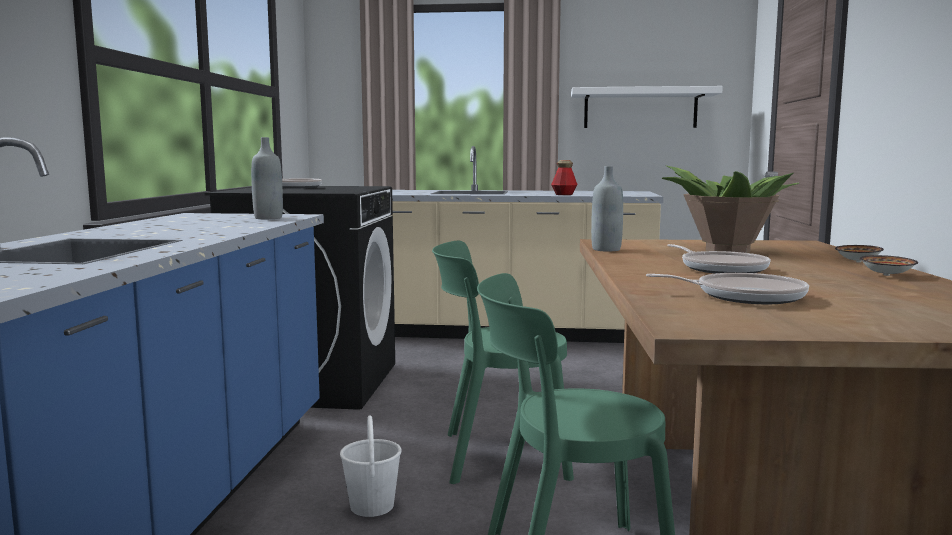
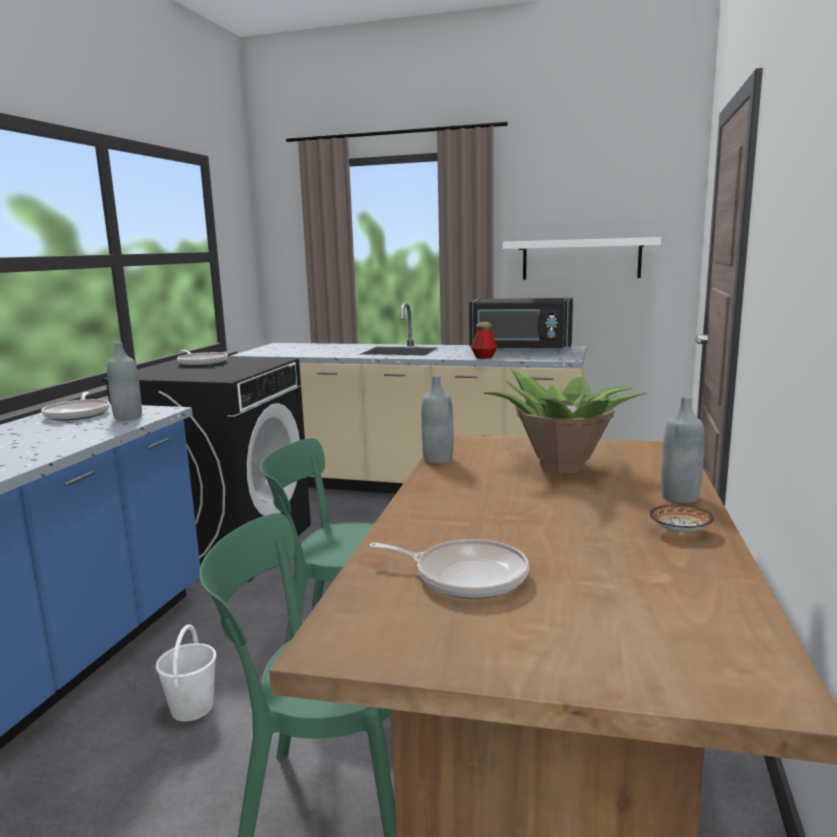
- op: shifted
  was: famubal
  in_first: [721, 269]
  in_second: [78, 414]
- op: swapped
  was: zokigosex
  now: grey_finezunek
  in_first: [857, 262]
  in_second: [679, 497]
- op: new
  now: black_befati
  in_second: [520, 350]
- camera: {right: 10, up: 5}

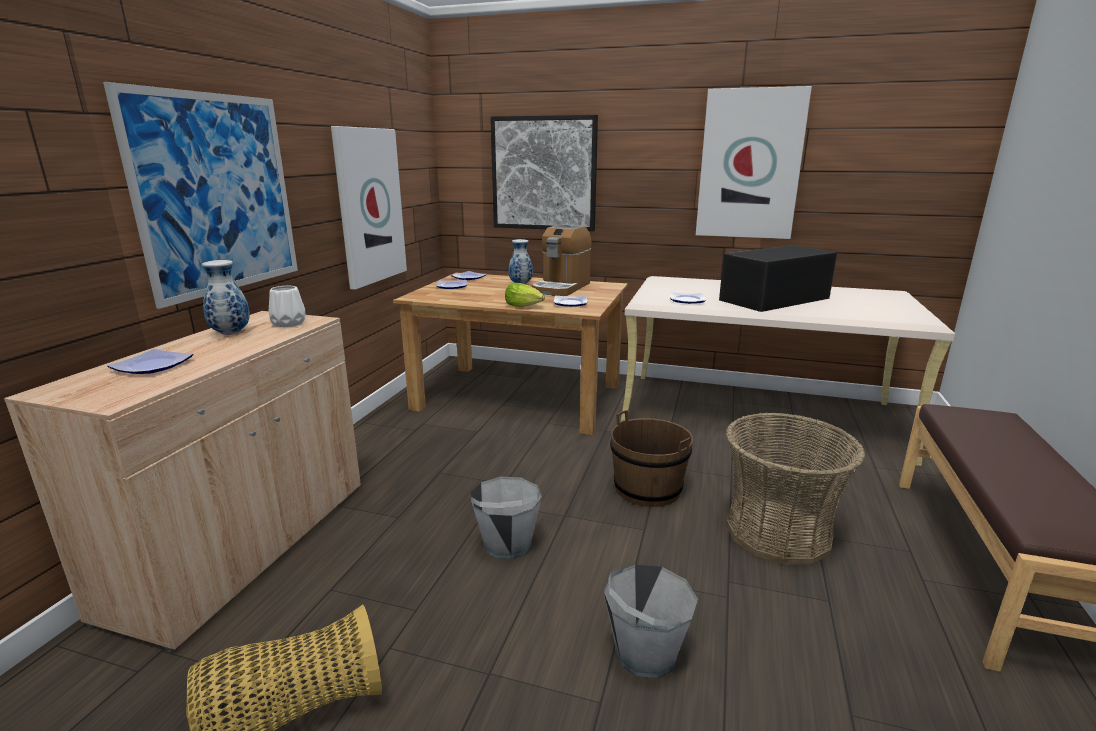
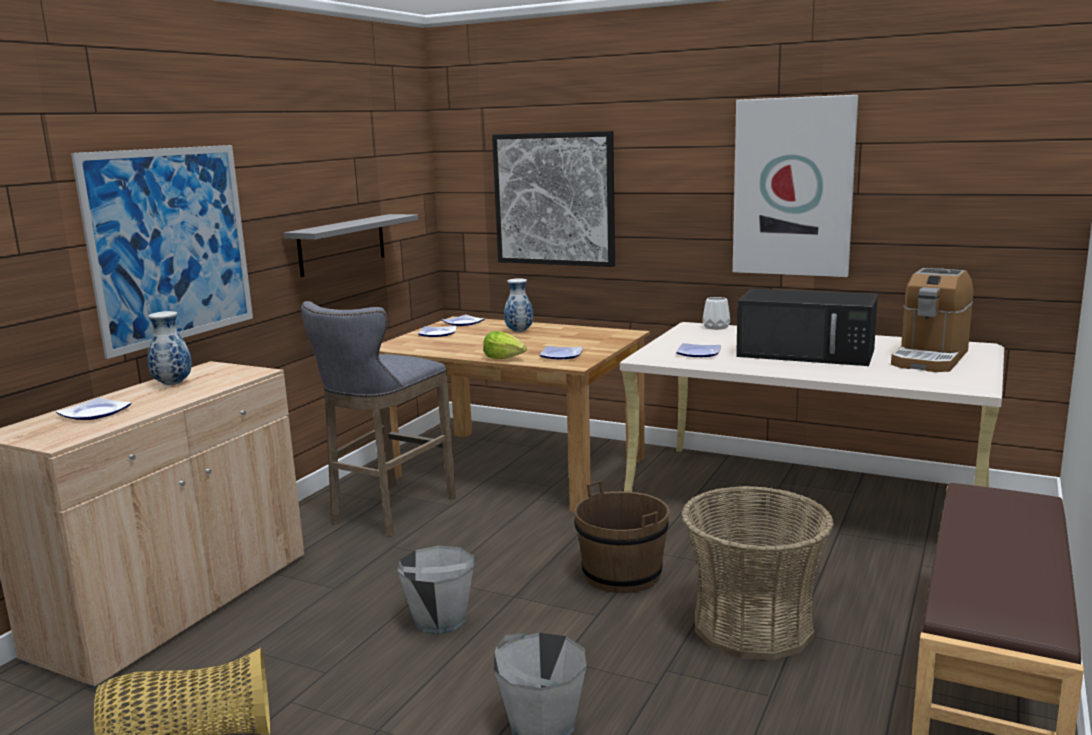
- op: shifted
  was: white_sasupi
  in_first: [288, 323]
  in_second: [715, 327]
- op: swapped
  was: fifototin
  now: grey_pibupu
  in_first: [369, 206]
  in_second: [342, 244]
- op: shifted
  was: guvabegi
  in_first: [561, 288]
  in_second: [930, 358]
- op: rotated
  was: black_befati
  in_first: [773, 299]
  in_second: [807, 353]
  clockwise: -135
- op: new
  now: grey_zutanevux
  in_second: [389, 512]
- camera: {right: 10, up: -5}

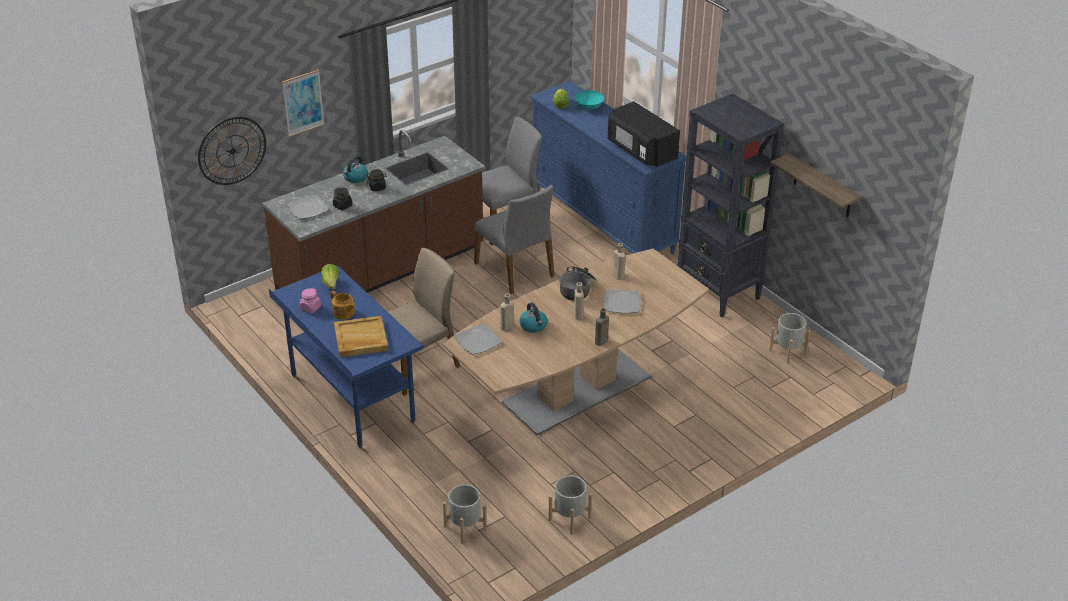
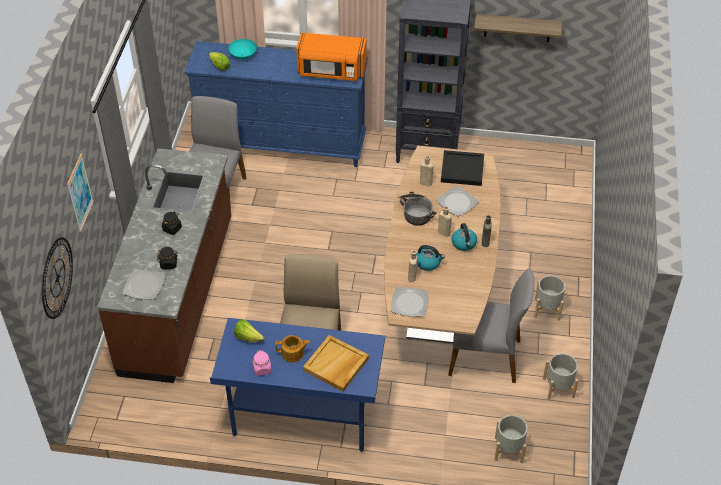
- op: shifted
  was: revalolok
  in_first: [355, 178]
  in_second: [464, 243]
- op: shifted
  was: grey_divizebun
  in_first: [515, 269]
  in_second: [486, 356]
- op: repainted
  was: black_befati
  now: orange_befati
  in_first: [641, 151]
  in_second: [331, 71]
- op: shifted
  was: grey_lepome
  in_first: [788, 352]
  in_second: [547, 309]
- op: new
  now: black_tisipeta
  in_second: [462, 169]
- camera: {right: -45, up: 10}

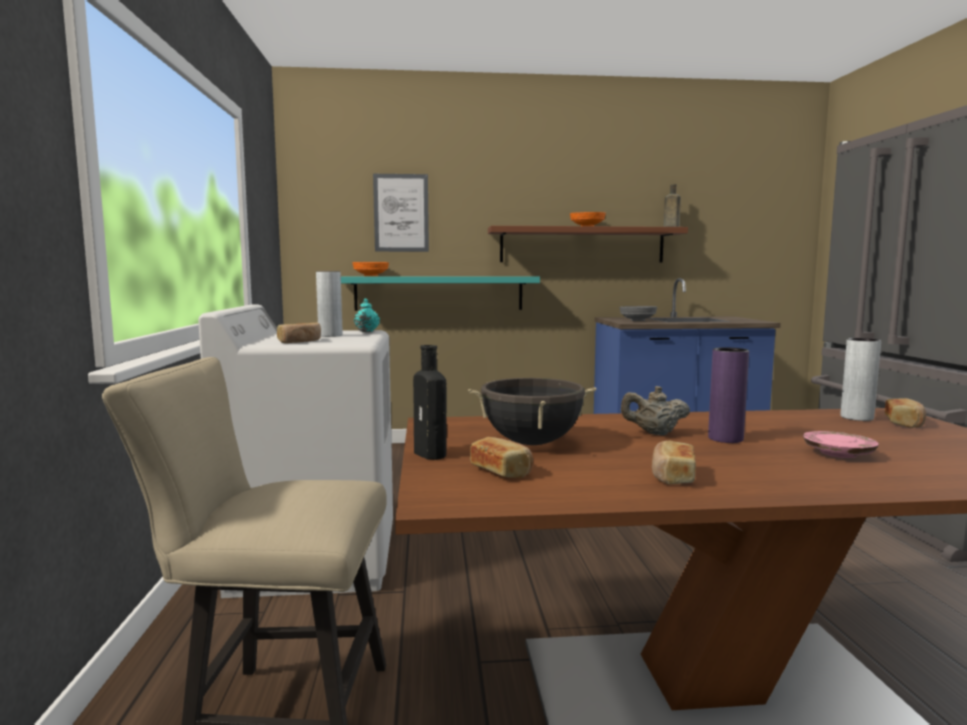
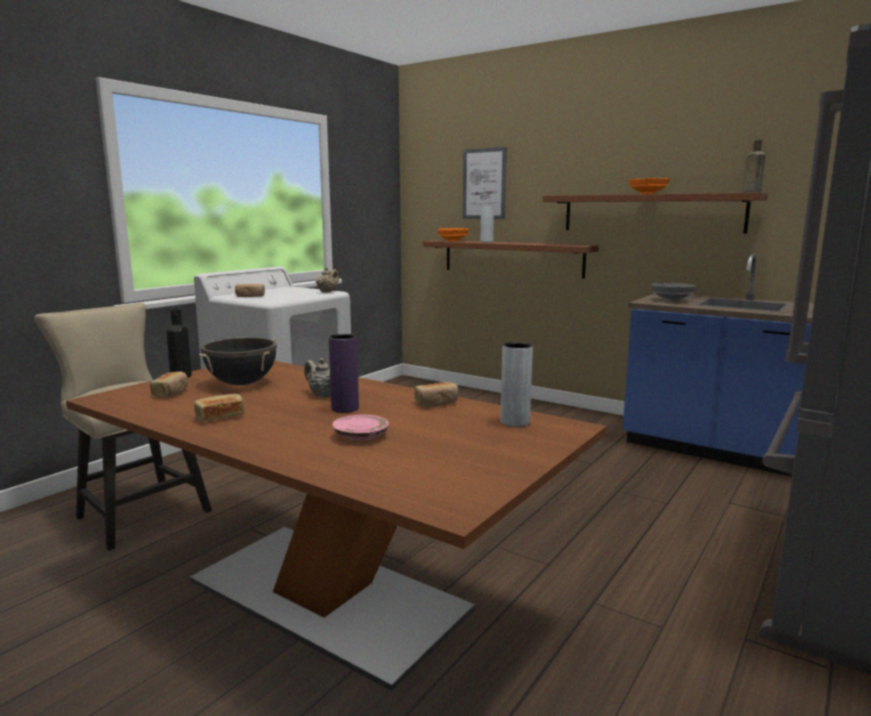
- op: shifted
  was: grey_sasupi
  in_first: [330, 335]
  in_second: [486, 242]
- op: repainted
  was: turquoise_pibupu
  now: brown_pibupu
  in_first: [439, 293]
  in_second: [511, 258]
- op: repainted
  was: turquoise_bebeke
  now: beige_bebeke
  in_first: [367, 331]
  in_second: [327, 292]
- op: shifted
  was: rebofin
  in_first: [904, 423]
  in_second: [436, 403]
- camera: {right: 40, up: 5}

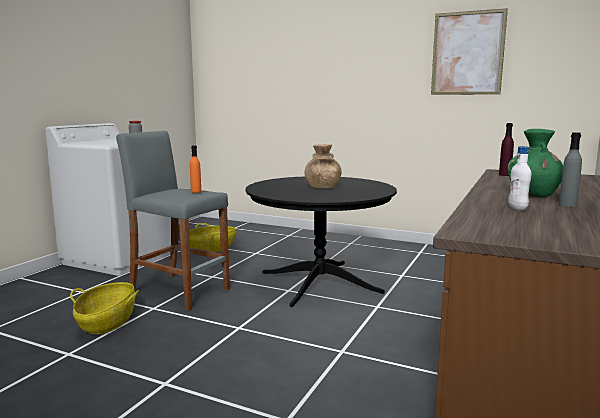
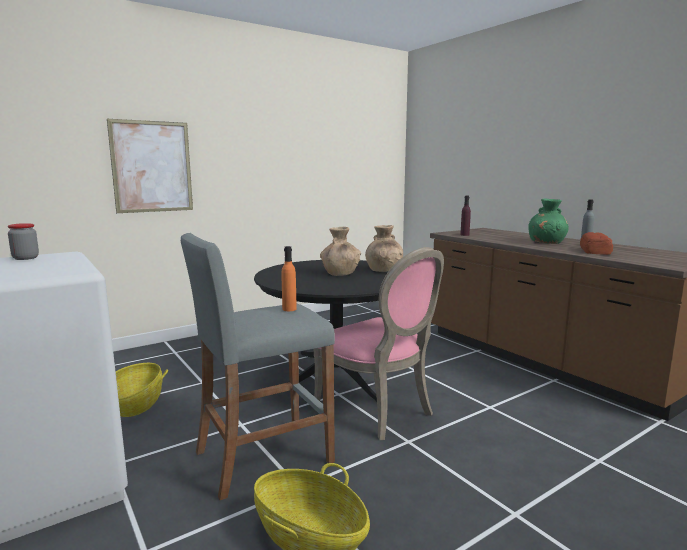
- op: shifted
  was: fifototin
  in_first: [467, 53]
  in_second: [152, 167]
- op: swapped
  was: white_finezunek
  now: rebofin
  in_first: [517, 208]
  in_second: [595, 251]
- op: new
  now: pink_divizebun
  in_second: [379, 411]
- op: new
  now: brown_sasupi
  in_second: [383, 270]
- camera: {right: -60, up: 0}

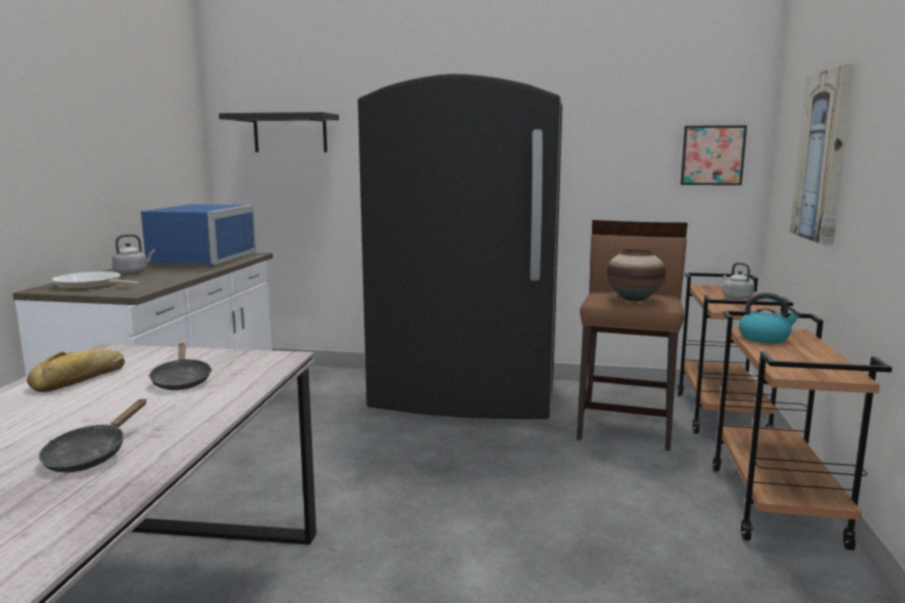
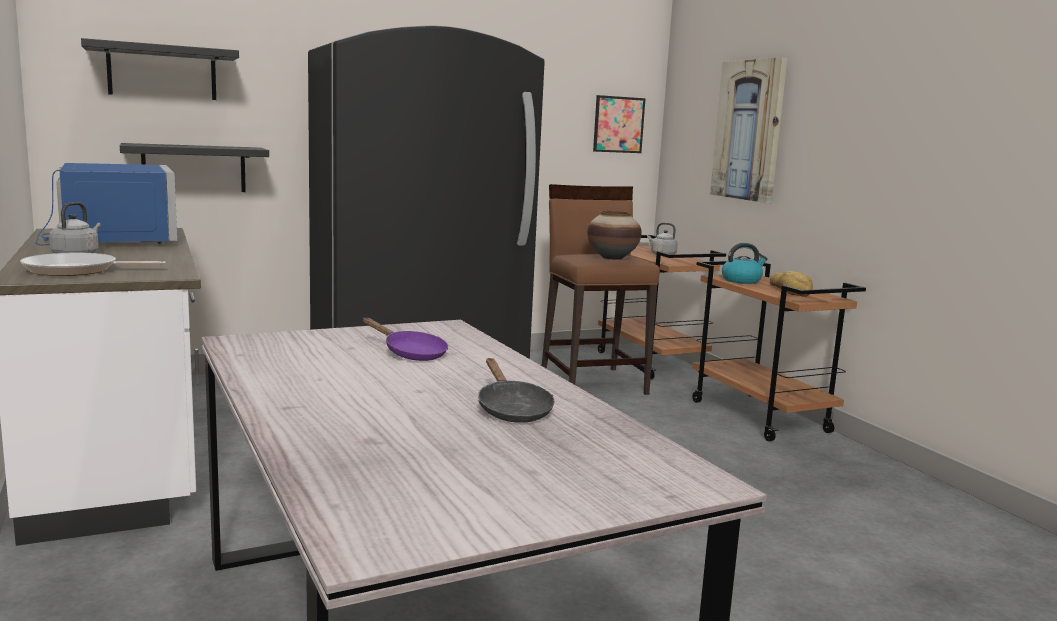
- op: shifted
  was: rebofin
  in_first: [81, 378]
  in_second: [790, 290]
- op: repainted
  was: black_famubal
  now: purple_famubal
  in_first: [181, 380]
  in_second: [410, 353]
- op: new
  now: black_pibupu
  in_second: [194, 168]
- camera: {right: -35, up: 0}

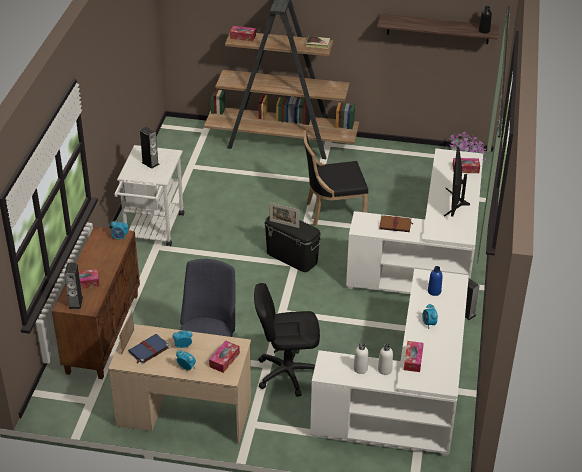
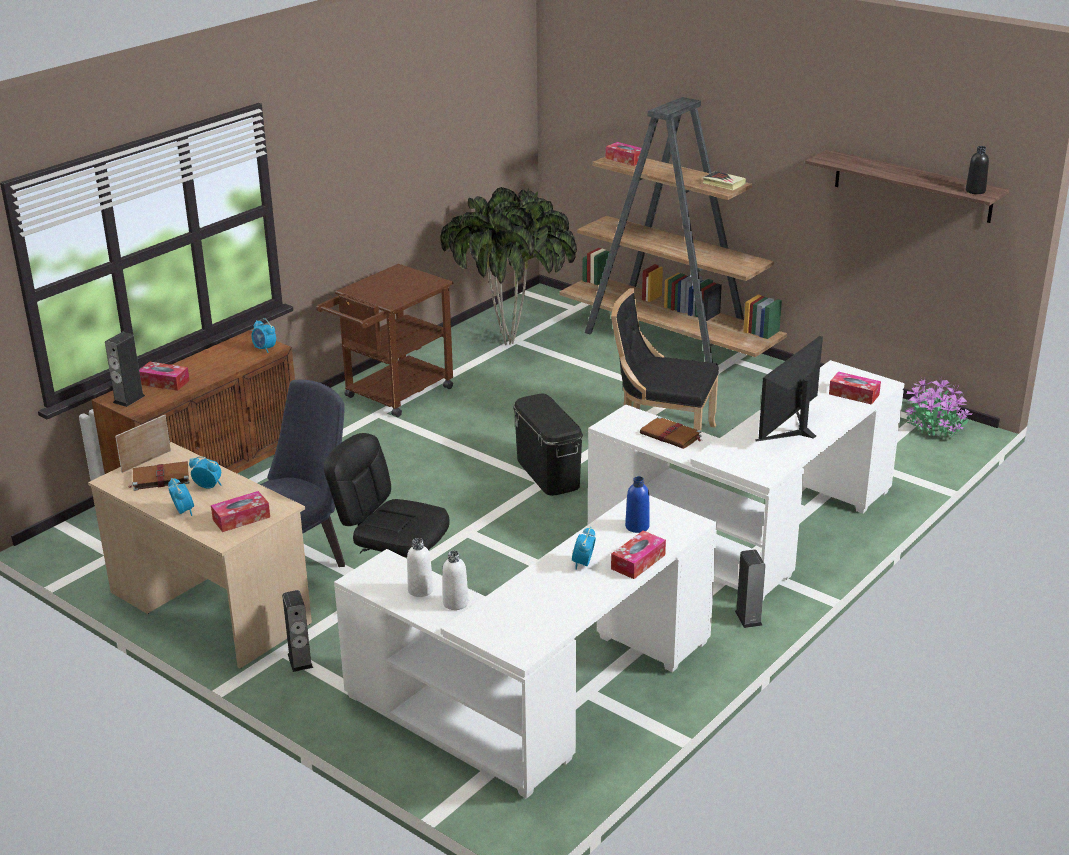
- op: repainted
  was: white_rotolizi
  now: brown_rotolizi
  in_first: [153, 231]
  in_second: [392, 396]
- op: repainted
  was: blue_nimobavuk
  now: brown_nimobavuk
  in_first: [148, 350]
  in_second: [160, 478]
- op: shifted
  was: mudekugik
  in_first: [150, 163]
  in_second: [300, 661]
- op: gone
  was: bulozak
  in_first: [284, 224]
- op: shifted
  was: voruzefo
  in_first: [413, 360]
  in_second: [638, 562]
- op: new
  now: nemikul
  in_second: [510, 343]
- camera: {right: 30, up: -10}

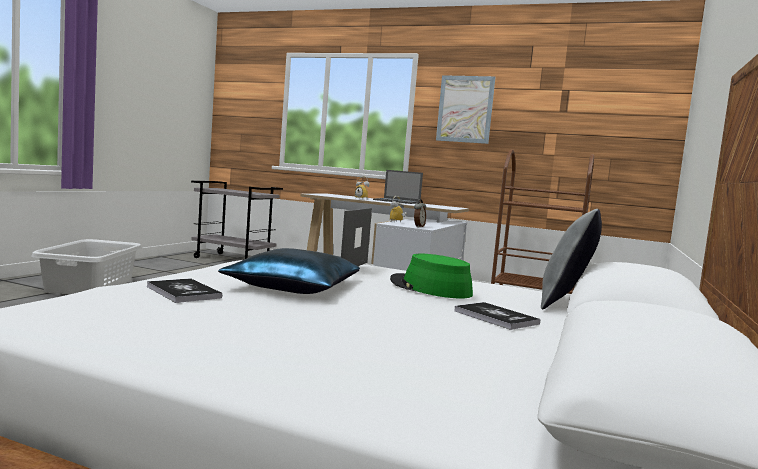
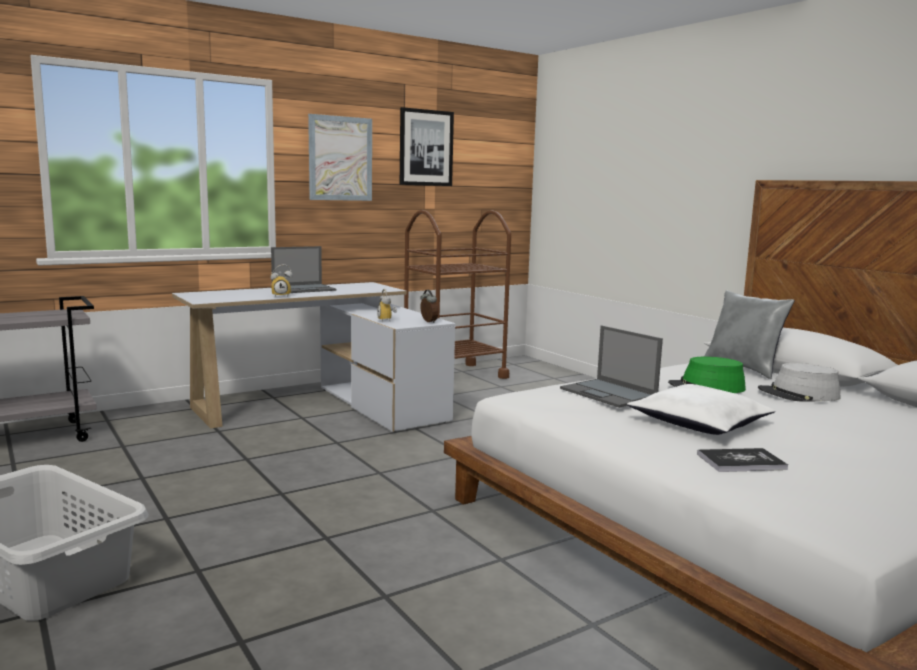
- op: repainted
  was: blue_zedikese
  now: white_zedikese
  in_first: [293, 287]
  in_second: [701, 424]
- op: swapped
  was: nimobavuk
  now: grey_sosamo
  in_first: [496, 317]
  in_second: [798, 394]
- op: new
  now: fifototin
  in_second: [426, 148]
- camera: {right: -55, up: 5}

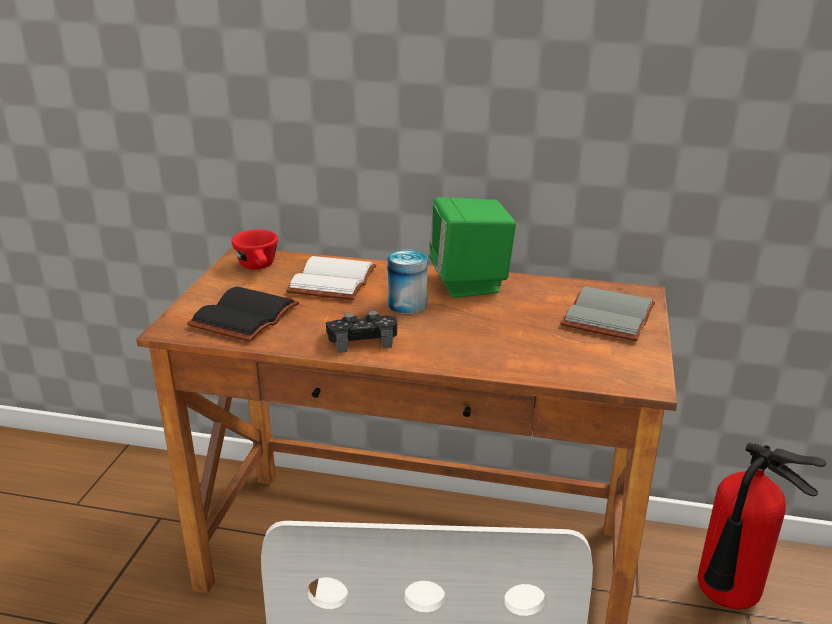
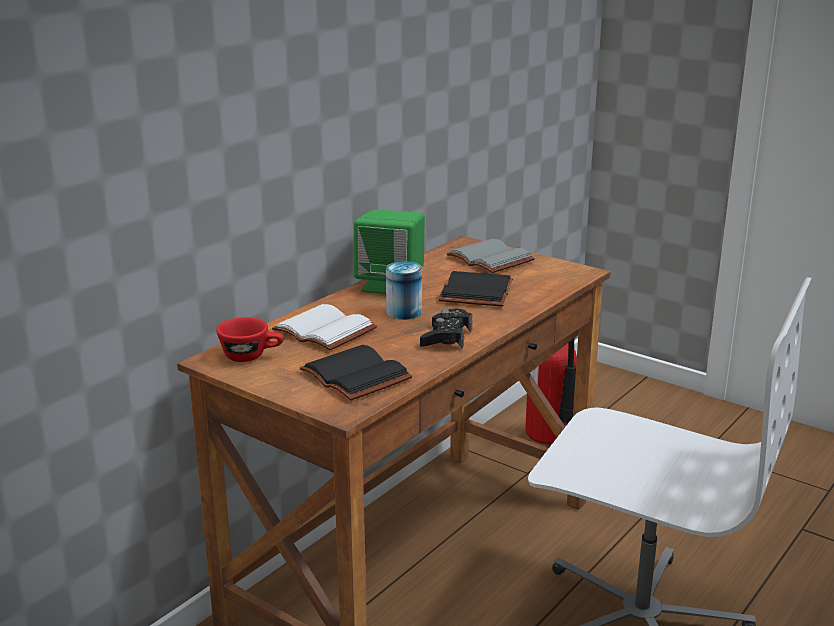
- op: new
  now: black_nimobavuk
  in_second: [478, 293]
- camera: {right: -65, up: -5}

